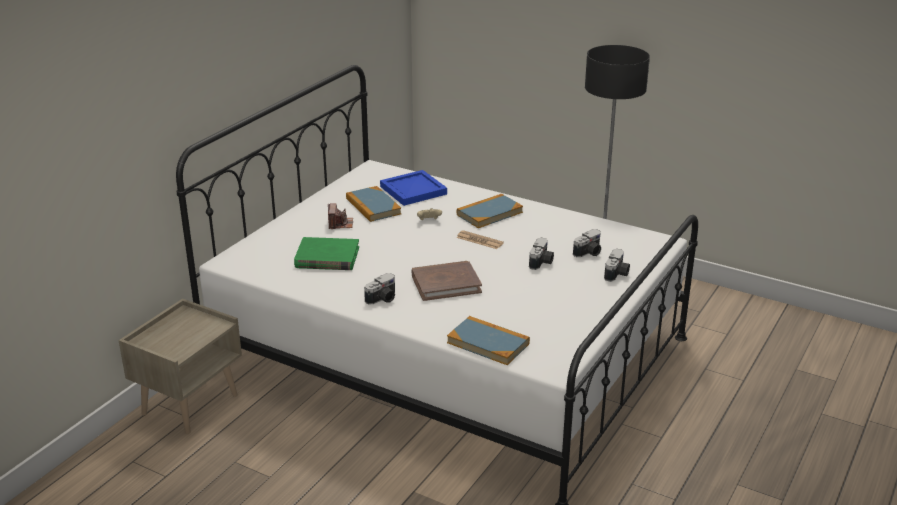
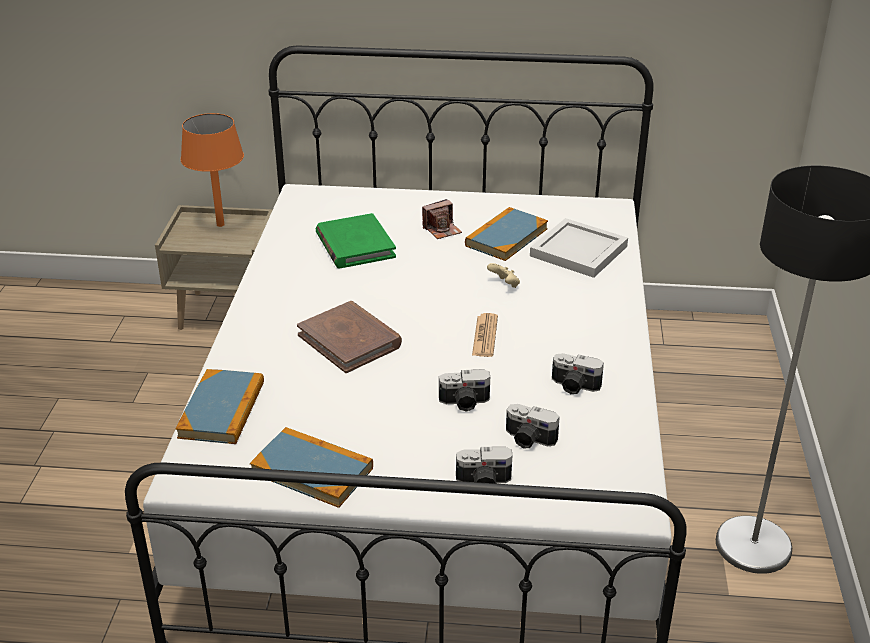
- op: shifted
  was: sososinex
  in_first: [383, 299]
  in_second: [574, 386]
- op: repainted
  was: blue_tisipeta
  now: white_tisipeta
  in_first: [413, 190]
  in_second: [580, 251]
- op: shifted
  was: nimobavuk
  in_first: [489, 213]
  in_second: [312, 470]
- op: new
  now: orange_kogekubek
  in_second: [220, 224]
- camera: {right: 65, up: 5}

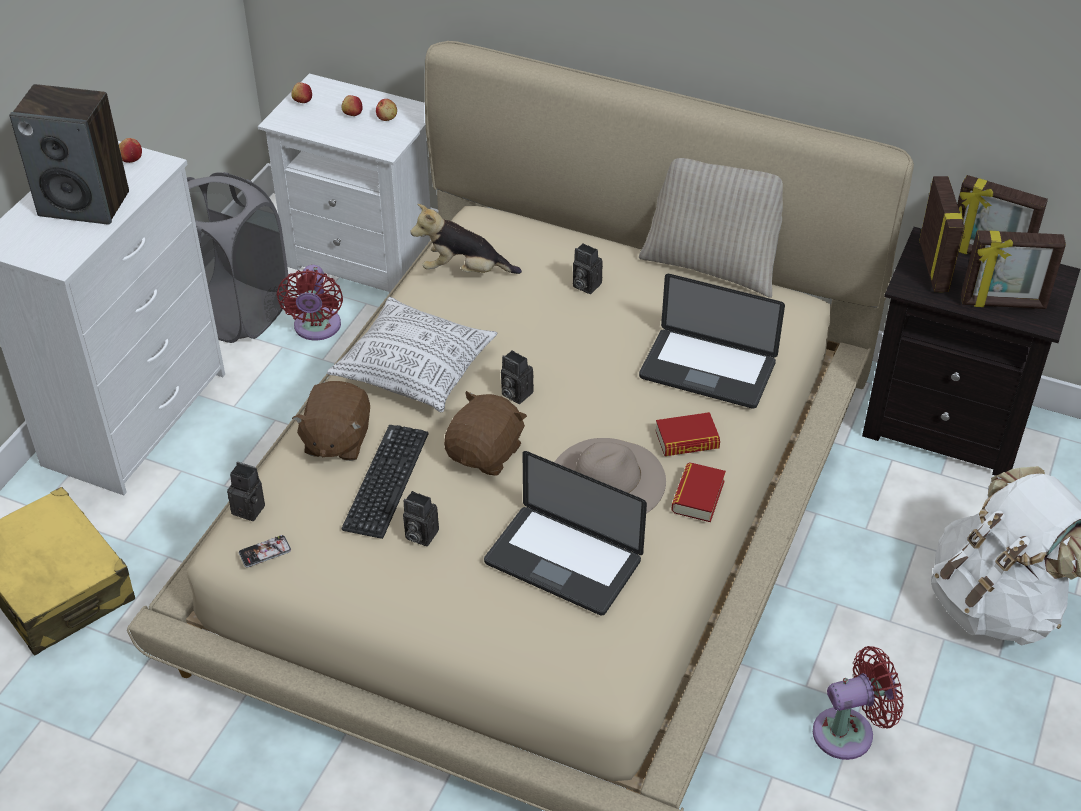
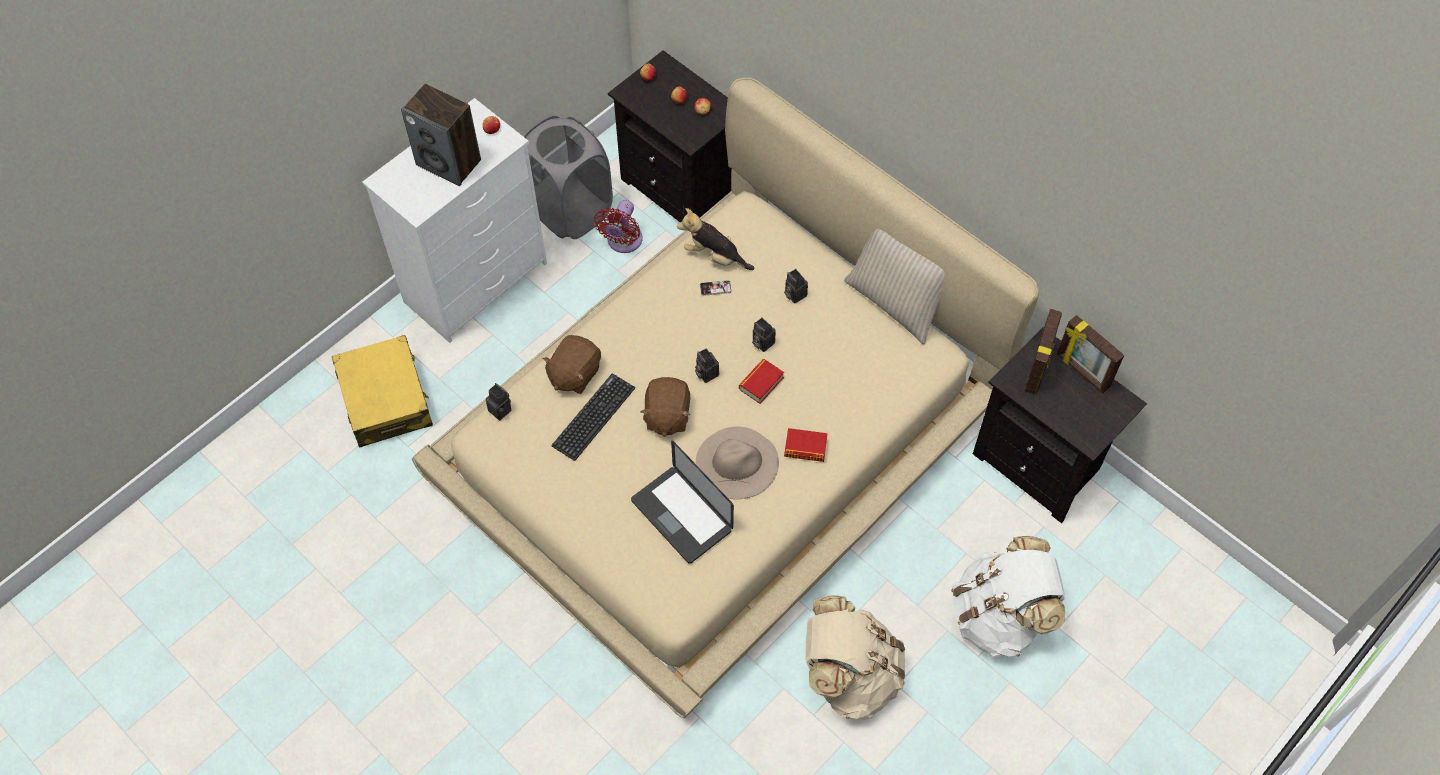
- op: shifted
  was: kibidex
  in_first: [265, 552]
  in_second: [715, 288]
- op: repainted
  was: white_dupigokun
  now: black_dupigokun
  in_first: [365, 257]
  in_second: [680, 187]
- op: gone
  was: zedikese
  in_first: [415, 370]
- op: shifted
  was: sososinex
  in_first: [419, 535]
  in_second: [761, 342]
- op: rotated
  was: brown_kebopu
  in_first: [486, 453]
  in_second: [666, 416]
  clockwise: 135
- op: gone
  was: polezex
  in_first: [707, 370]
- op: shifted
  was: nimobavuk
  in_first: [698, 496]
  in_second: [761, 383]
- op: swapped
  was: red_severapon
  now: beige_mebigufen
  in_first: [849, 732]
  in_second: [849, 675]
- op: gone
  was: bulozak
  in_first: [1003, 304]
- camera: {right: 20, up: 15}

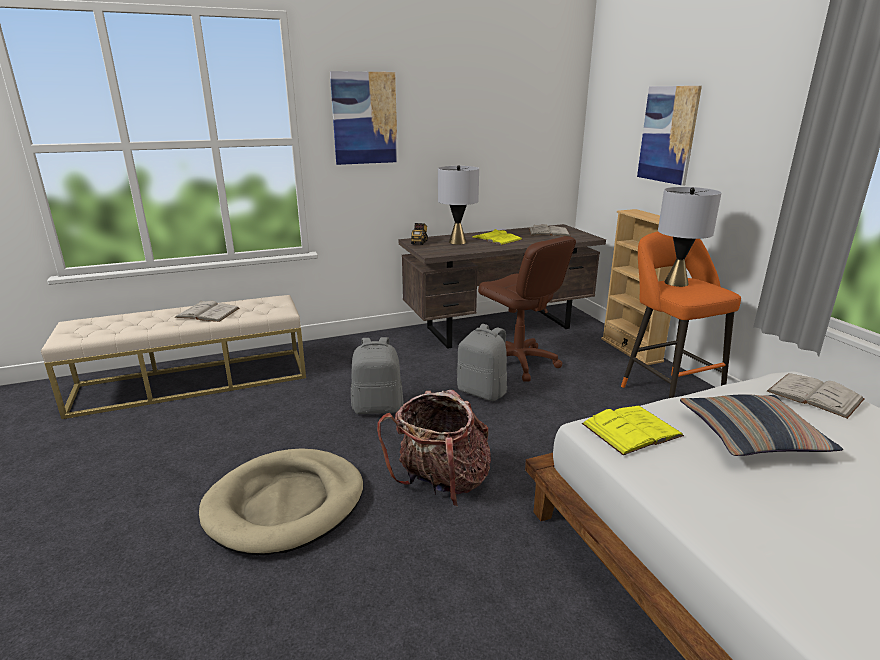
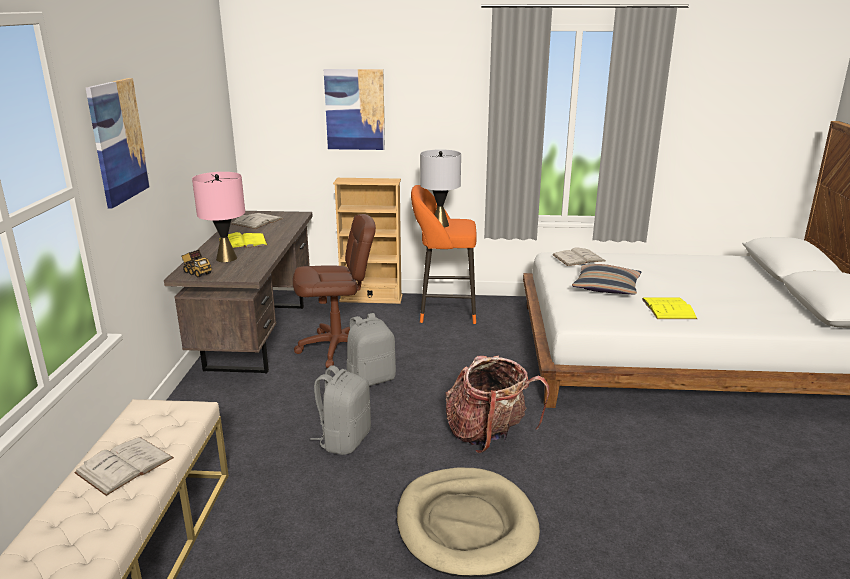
- op: repainted
  was: grey_kogekubek
  now: pink_kogekubek
  in_first: [457, 242]
  in_second: [227, 258]
- op: shifted
  was: yellow_nimobavuk
  in_first: [631, 429]
  in_second: [668, 308]
- camera: {right: -65, up: 0}

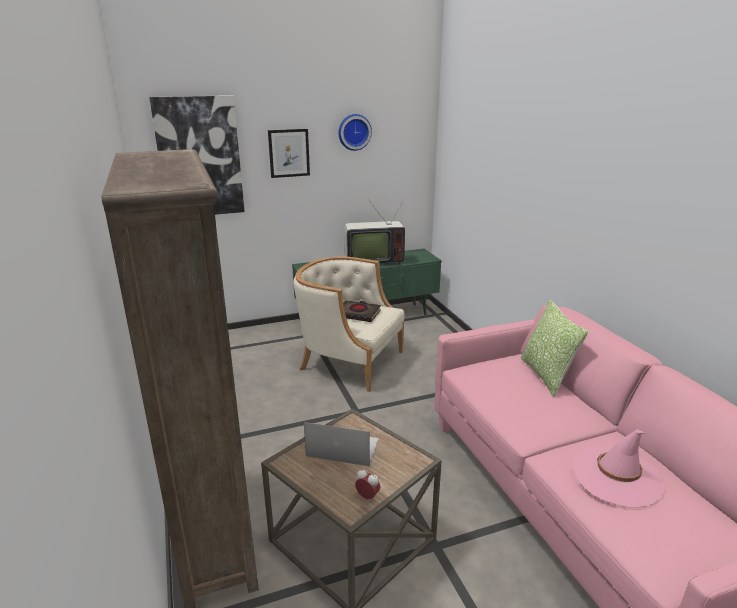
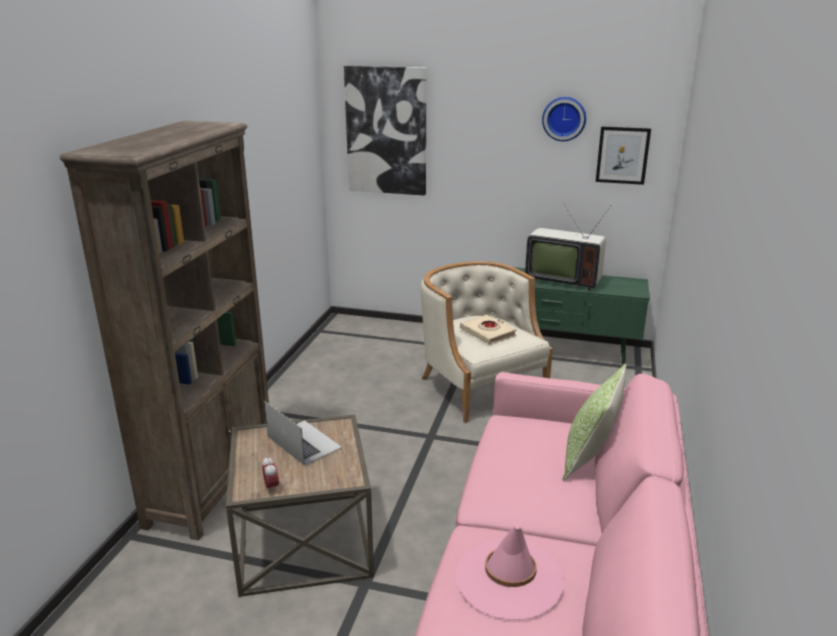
- op: shifted
  was: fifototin
  in_first: [289, 153]
  in_second: [622, 155]
- op: repainted
  was: black_nimobavuk
  now: beige_nimobavuk
  in_first: [358, 314]
  in_second: [488, 333]
- camera: {right: 35, up: 0}

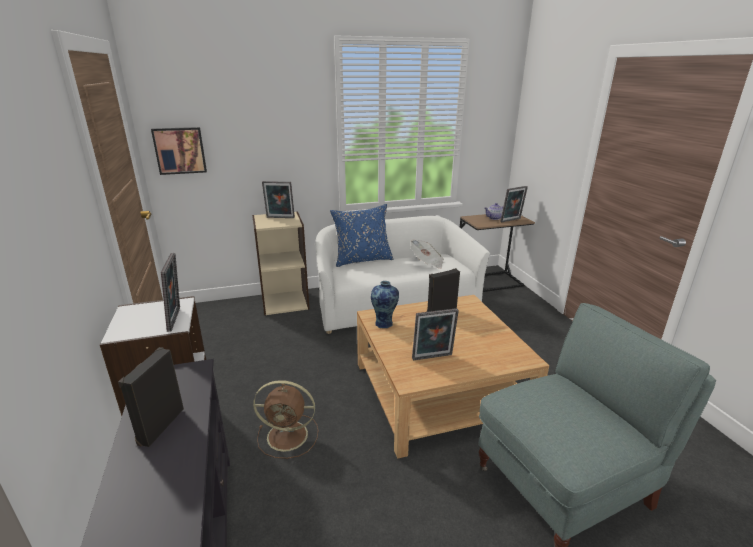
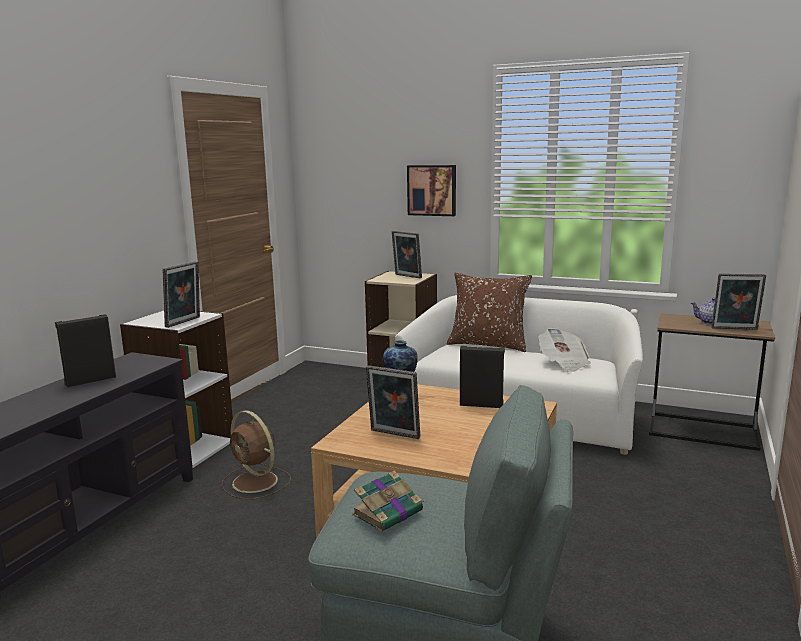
- op: shifted
  was: fifototin
  in_first: [180, 150]
  in_second: [432, 190]
- op: repainted
  was: blue_zedikese
  now: brown_zedikese
  in_first: [362, 260]
  in_second: [488, 345]
- op: new
  now: nimobavuk
  in_second: [389, 512]
- camera: {right: 40, up: -10}

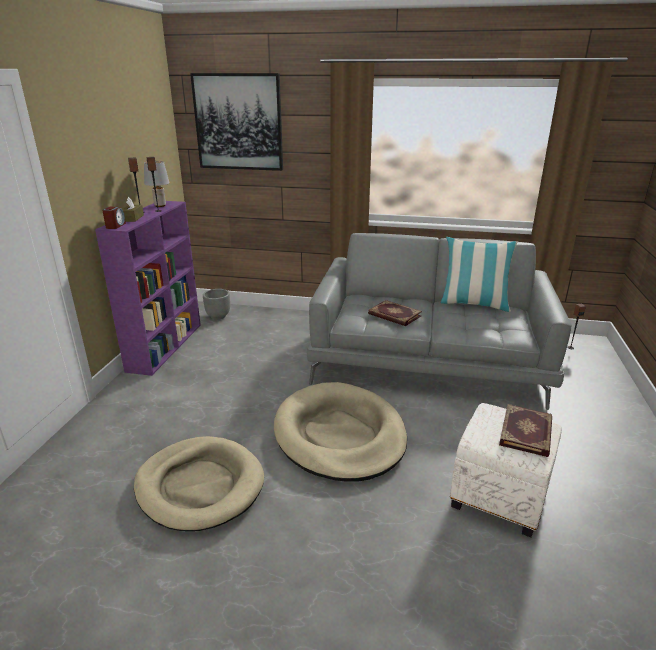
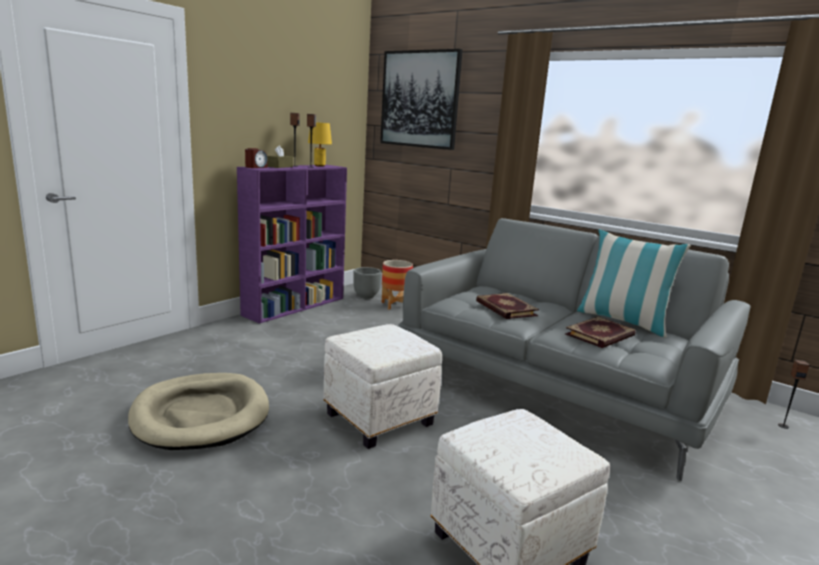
- op: repainted
  was: grey_kogekubek
  now: yellow_kogekubek
  in_first: [160, 206]
  in_second: [320, 166]
- op: swapped
  was: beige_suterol
  now: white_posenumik
  in_first: [340, 435]
  in_second: [379, 420]
- op: shifted
  was: nimobavuk
  in_first: [527, 432]
  in_second: [601, 335]
- op: new
  now: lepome
  in_second: [395, 305]
- camera: {right: 25, up: -10}

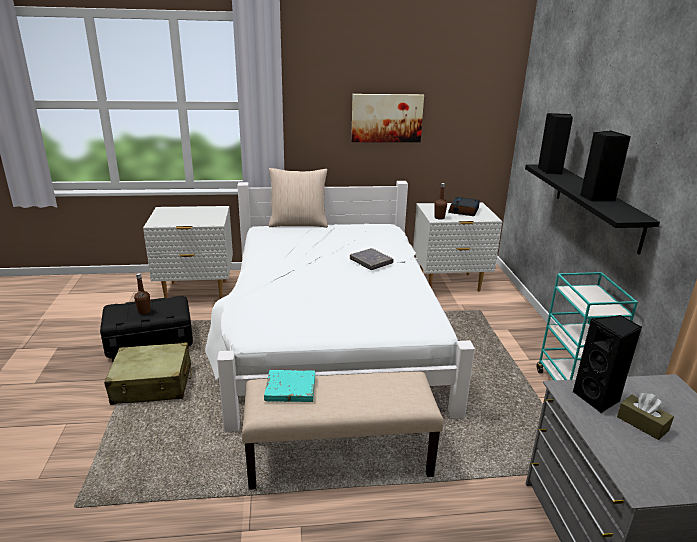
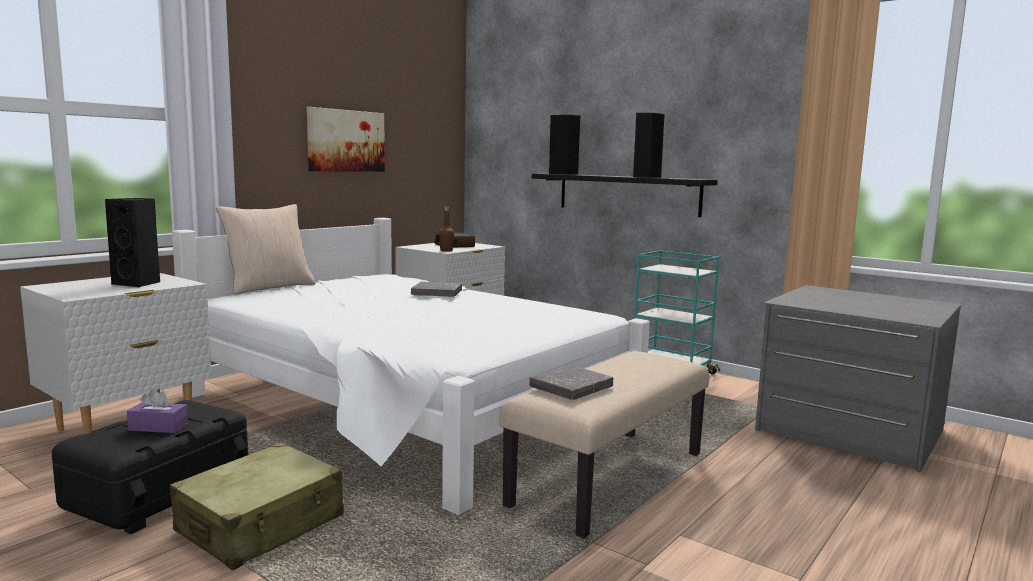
- op: swapped
  was: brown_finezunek
  now: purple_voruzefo
  in_first: [144, 311]
  in_second: [158, 427]
- op: repainted
  was: turquoise_nimobavuk
  now: grey_nimobavuk
  in_first: [290, 389]
  in_second: [571, 387]
- op: shifted
  was: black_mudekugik
  in_first: [598, 399]
  in_second: [138, 283]
- op: gone
  was: brown_voruzefo
  in_first: [642, 423]
- camera: {right: -45, up: -15}

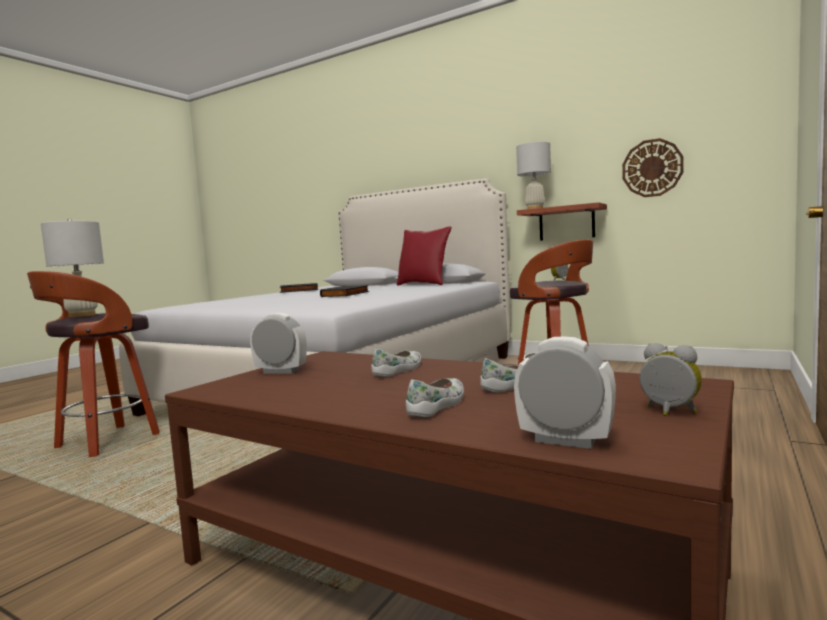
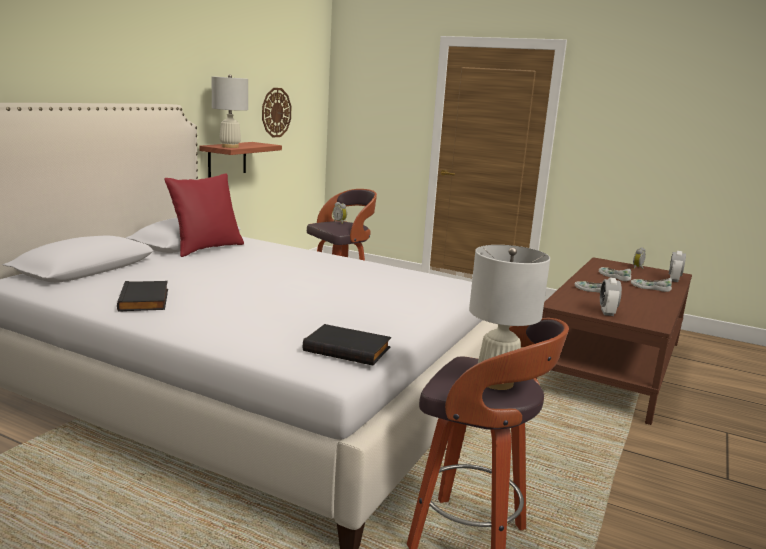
- op: shifted
  was: black_nimobavuk
  in_first: [346, 294]
  in_second: [348, 348]
- camera: {right: -95, up: 10}

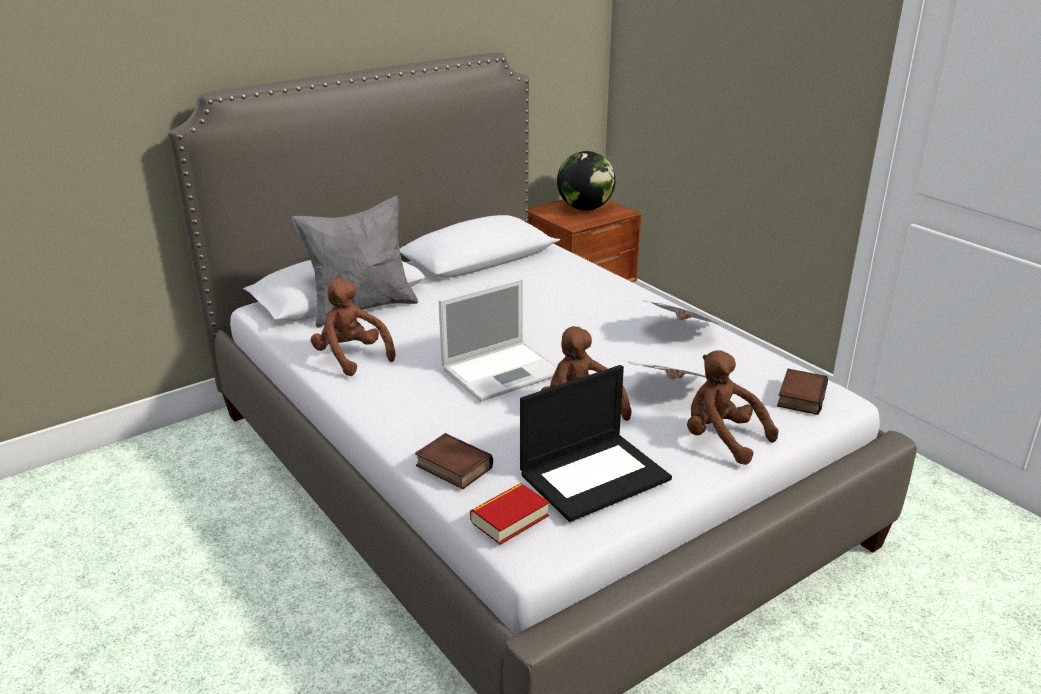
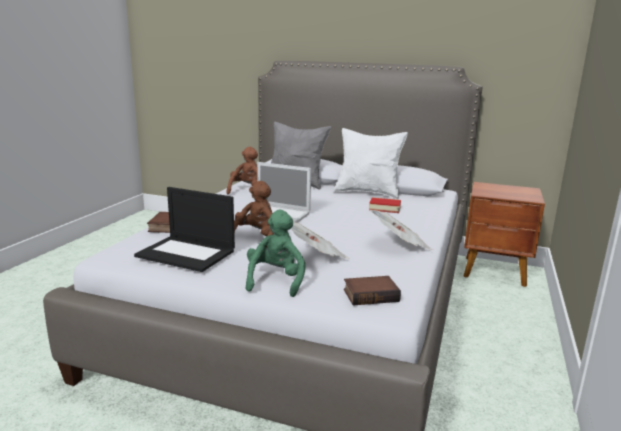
- op: shifted
  was: nimobavuk
  in_first: [509, 519]
  in_second: [385, 208]
- op: gone
  was: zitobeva
  in_first: [585, 208]
- op: repainted
  was: brown_kebopu
  now: green_kebopu
  in_first: [722, 439]
  in_second: [275, 281]
- op: new
  now: white_zedikese
  in_second: [368, 192]
- camera: {right: 55, up: -10}

